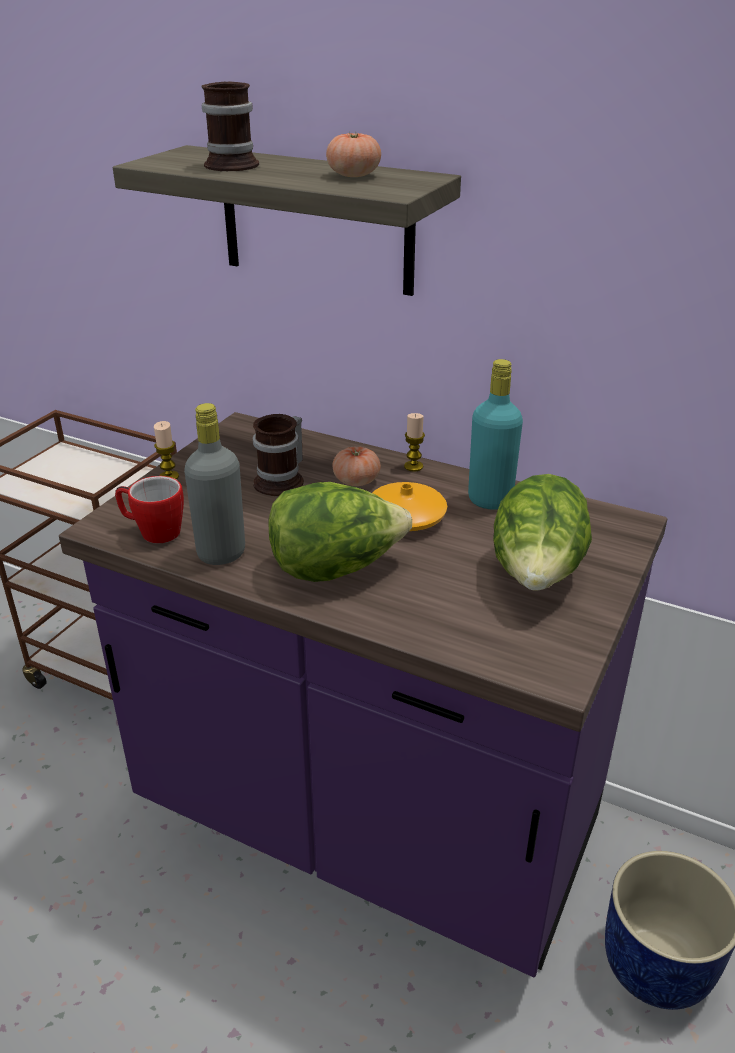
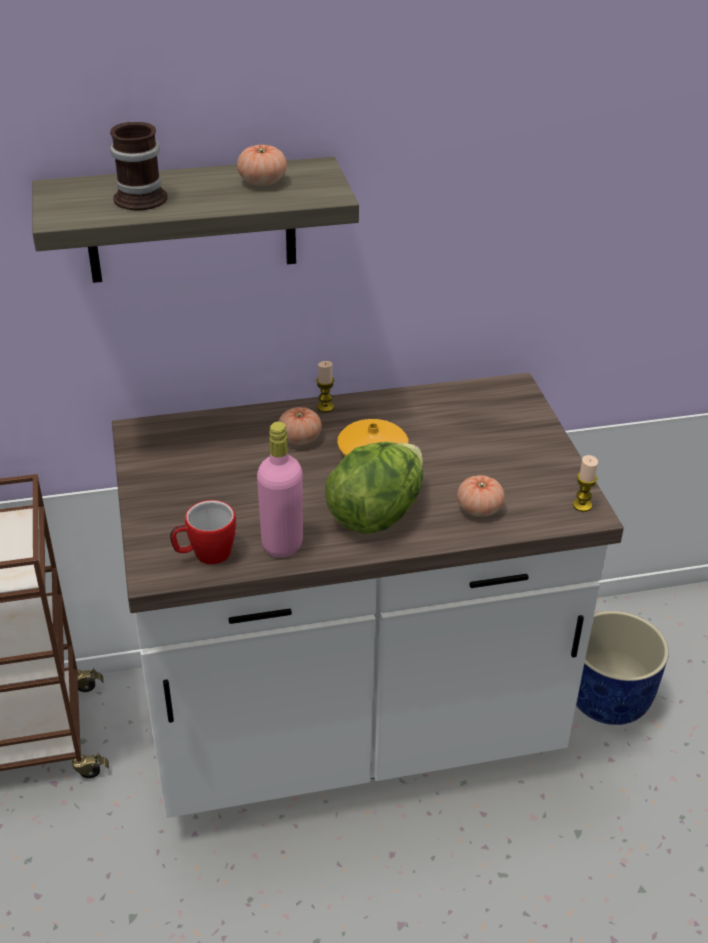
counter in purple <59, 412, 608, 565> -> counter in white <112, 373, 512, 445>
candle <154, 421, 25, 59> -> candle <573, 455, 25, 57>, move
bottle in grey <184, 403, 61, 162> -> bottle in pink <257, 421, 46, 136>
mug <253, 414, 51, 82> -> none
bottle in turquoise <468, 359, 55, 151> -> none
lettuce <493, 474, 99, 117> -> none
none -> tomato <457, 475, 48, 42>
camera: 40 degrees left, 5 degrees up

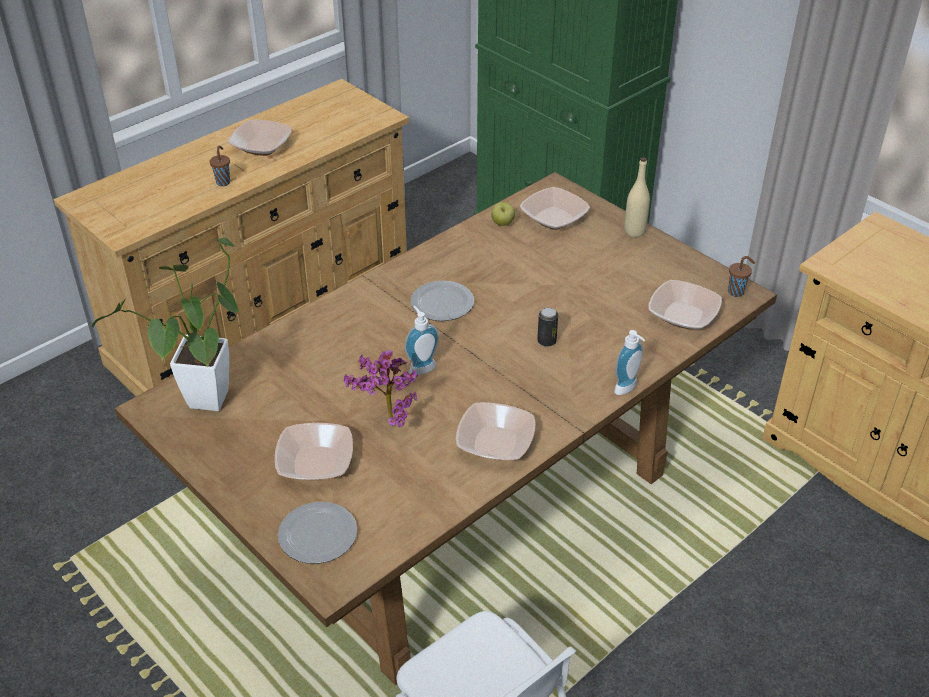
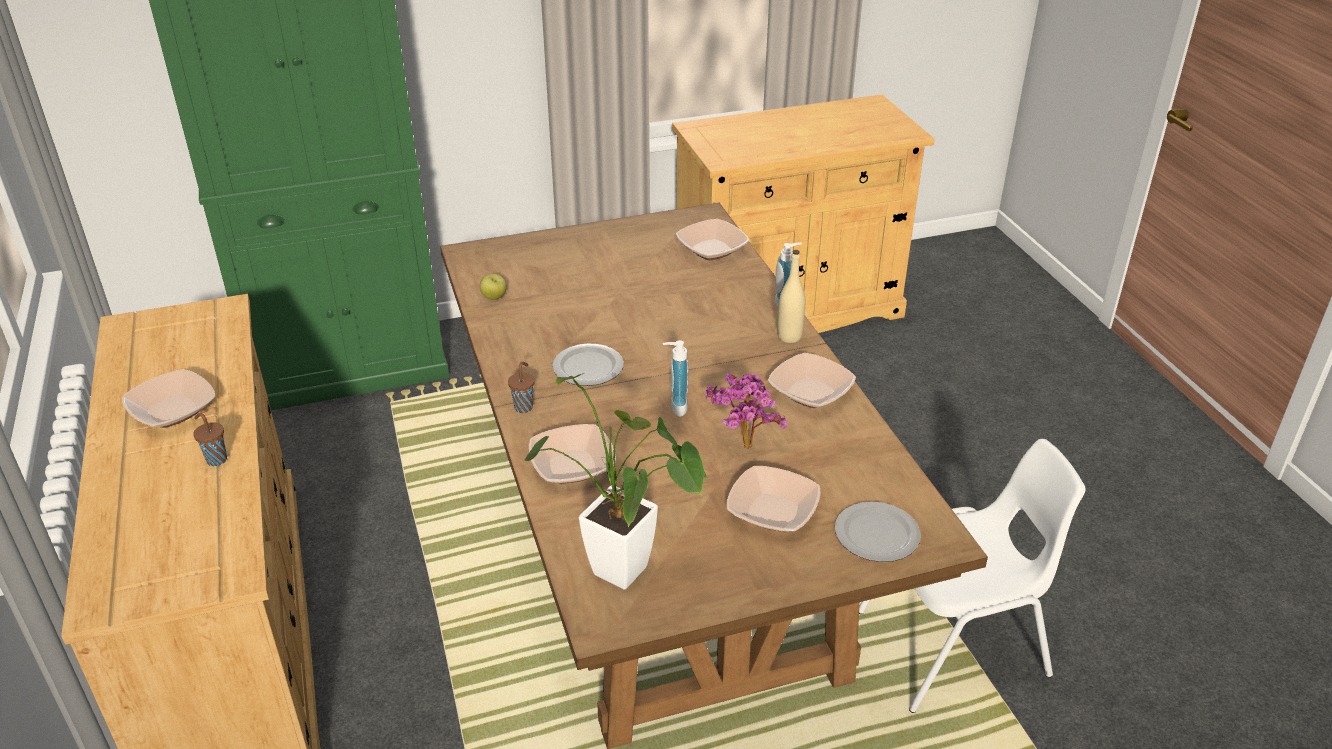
bowl <520, 187, 70, 43> -> bowl <529, 424, 87, 60>, move
can <537, 307, 21, 40> -> none
bottle in beige <624, 157, 26, 80> -> bottle in beige <777, 250, 28, 93>, move
cup in brown <728, 256, 27, 41> -> cup in brown <508, 362, 27, 51>, move
camera: 65 degrees left, 5 degrees down

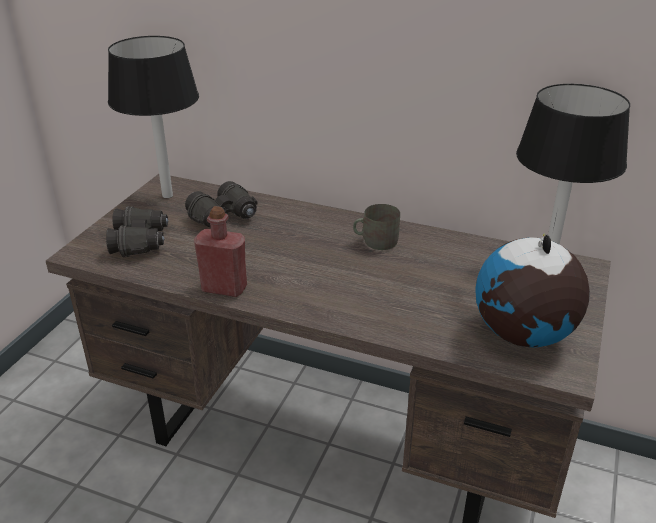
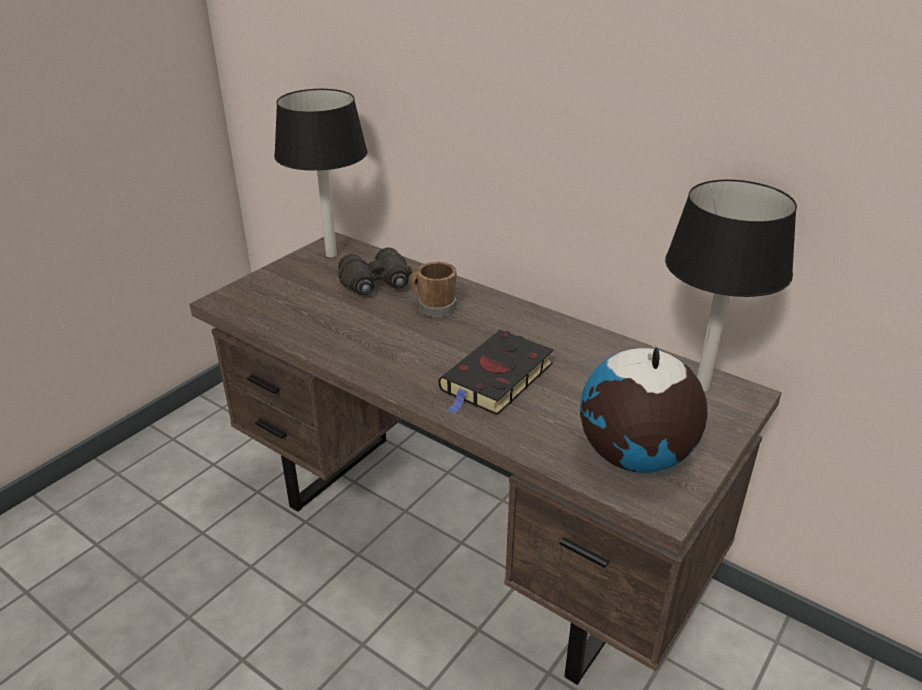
binoculars in black <106, 206, 62, 51> -> none
bottle in red <194, 206, 53, 91> -> none
mug in grey <353, 204, 47, 46> -> none
none -> mug in brown <410, 262, 47, 56>
none -> book in black <439, 330, 115, 85>
camera: 15 degrees right, 0 degrees up

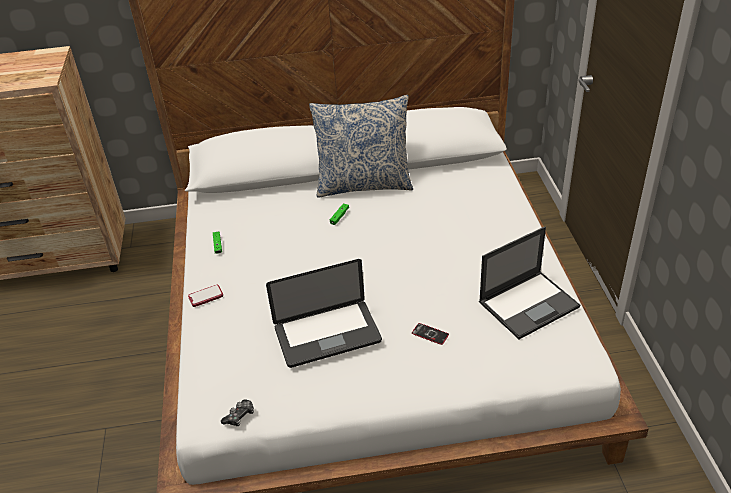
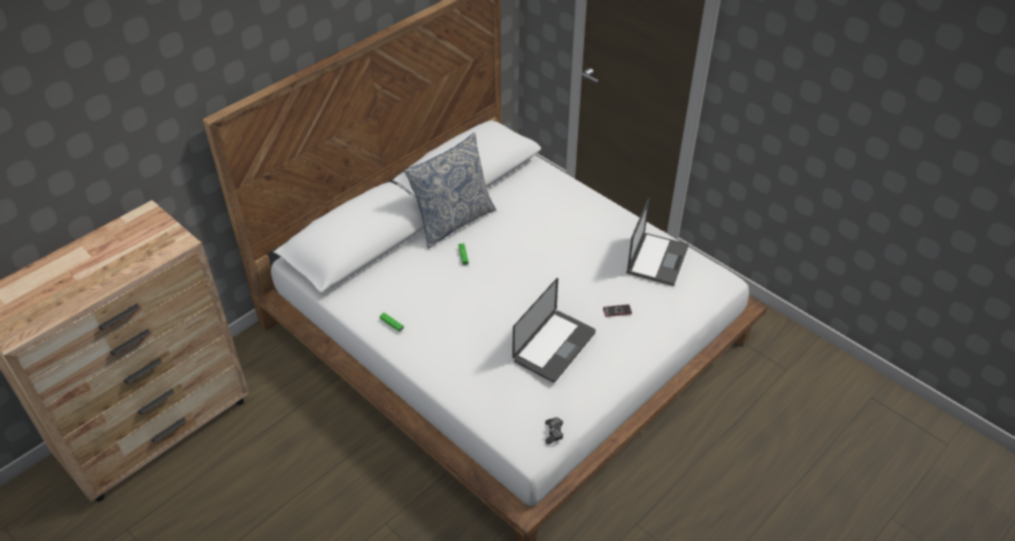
phone <188, 285, 35, 22> -> none
camera: 40 degrees left, 5 degrees up

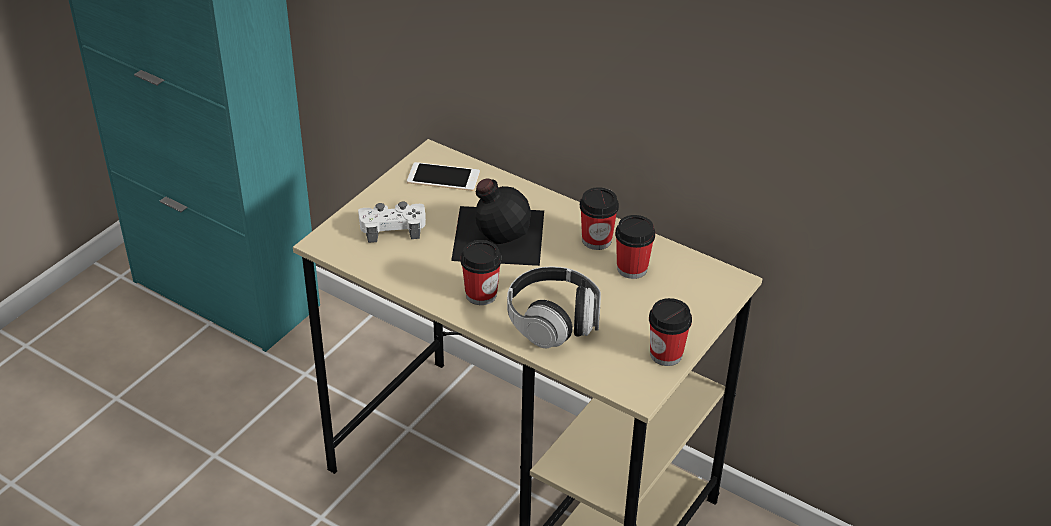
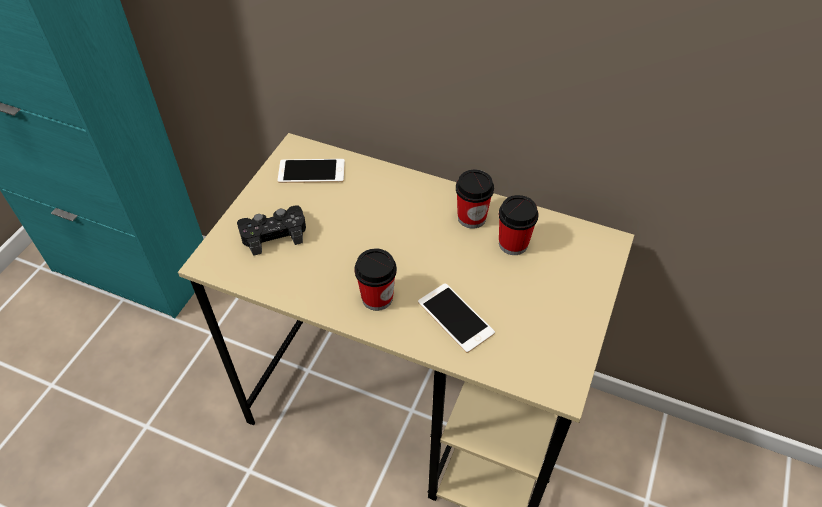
game controller in white <358, 201, 68, 42> -> game controller in black <237, 205, 69, 51>
bottle in black <451, 178, 93, 88> -> none
headphones <507, 267, 94, 81> -> phone <418, 283, 77, 70>
cup <649, 298, 43, 68> -> none
camera: 10 degrees left, 10 degrees up

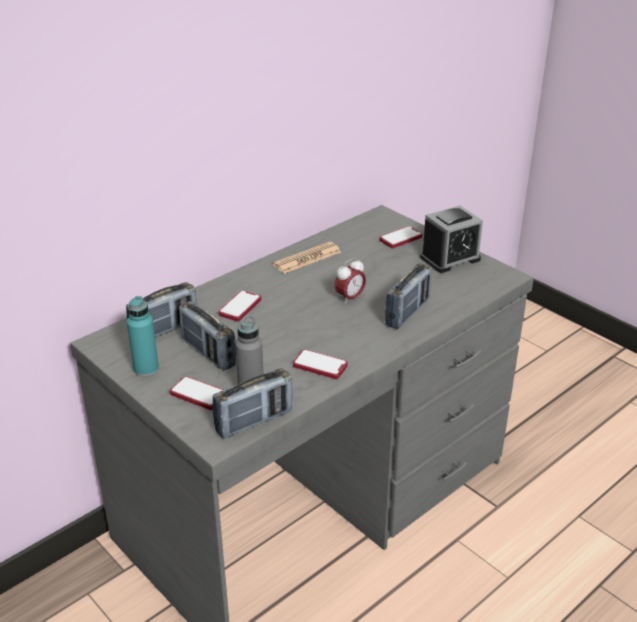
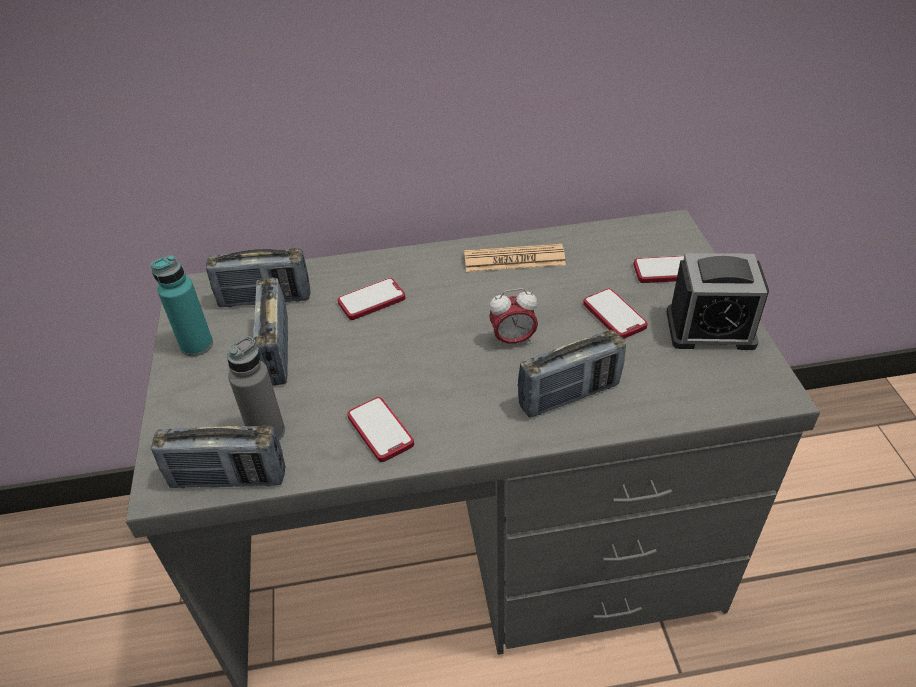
phone <170, 376, 54, 34> -> phone <583, 289, 65, 50>, move
camera: 35 degrees right, 10 degrees up

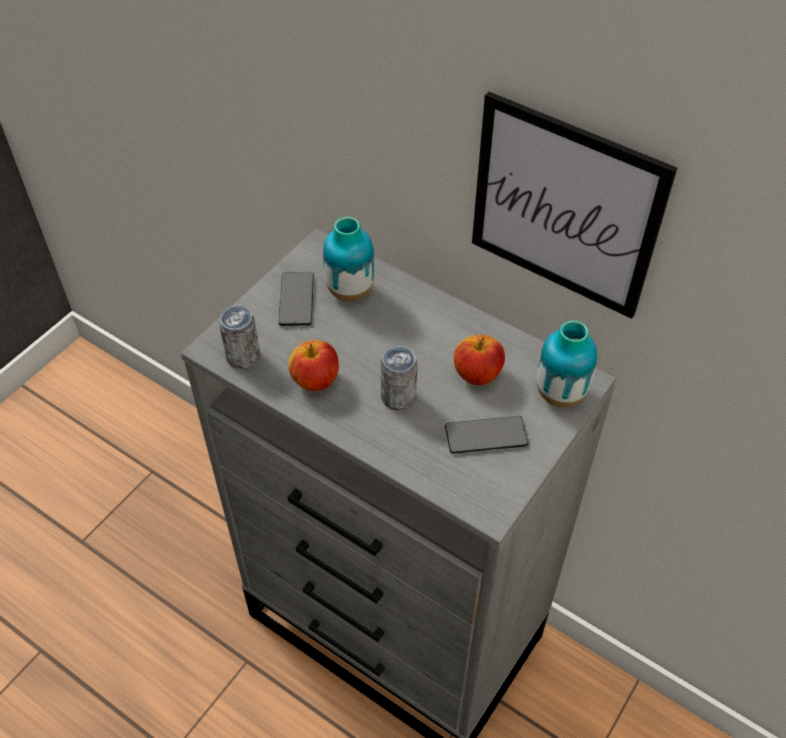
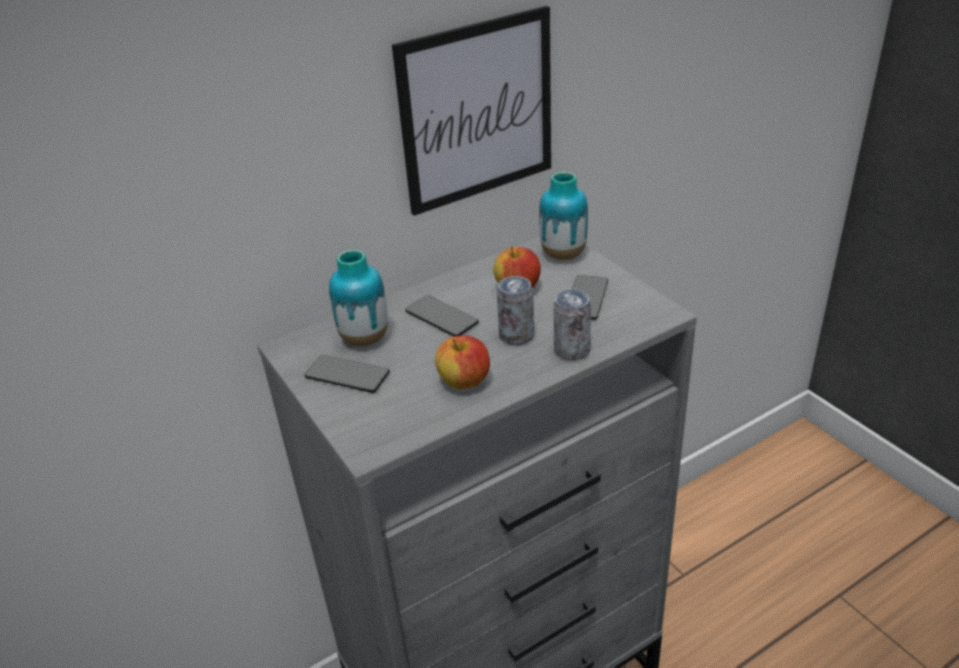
can <219, 305, 41, 64> -> can <554, 289, 37, 71>, move
none -> phone <405, 295, 74, 41>
camera: 65 degrees left, 15 degrees down

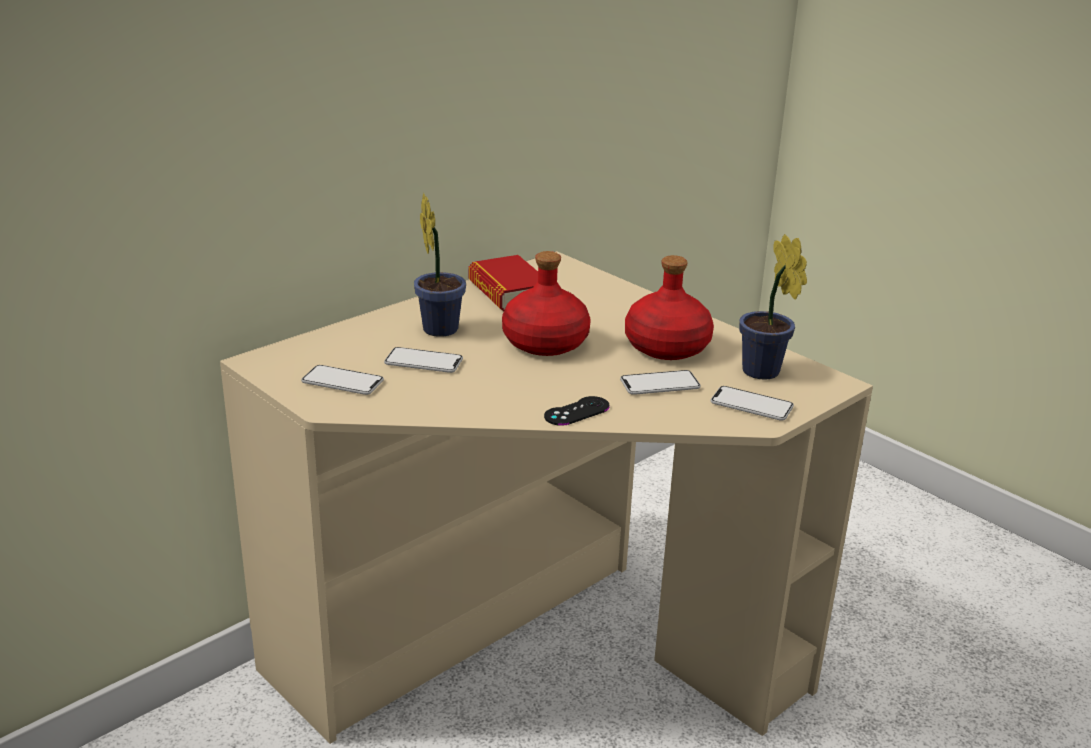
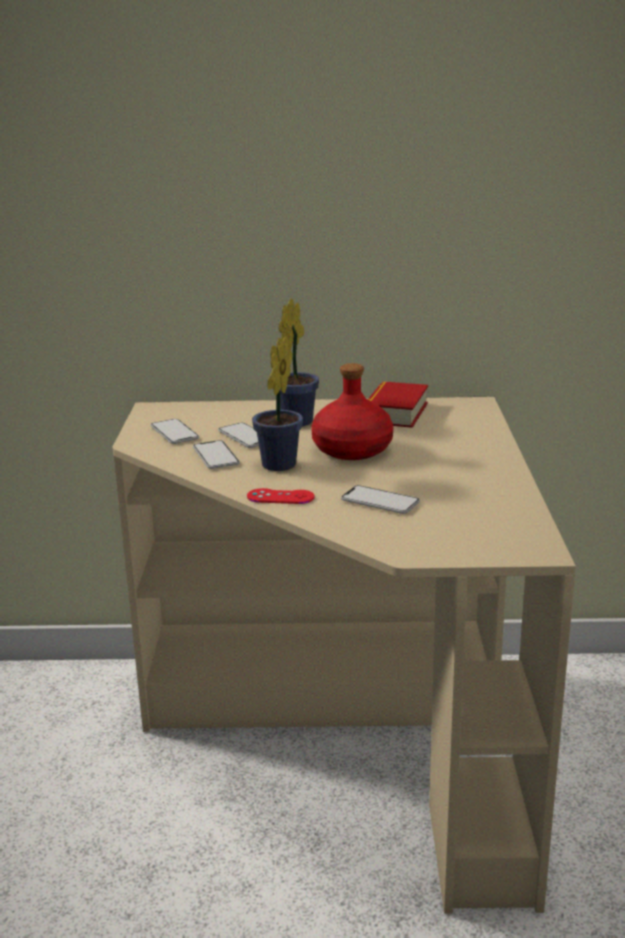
game controller in black <544, 396, 66, 30> -> game controller in red <247, 488, 67, 16>
bottle in red <625, 255, 89, 105> -> none
phone <711, 386, 83, 35> -> phone <193, 440, 47, 29>, move
potted plant <739, 234, 68, 146> -> potted plant <252, 336, 51, 135>, move
camera: 45 degrees right, 5 degrees down

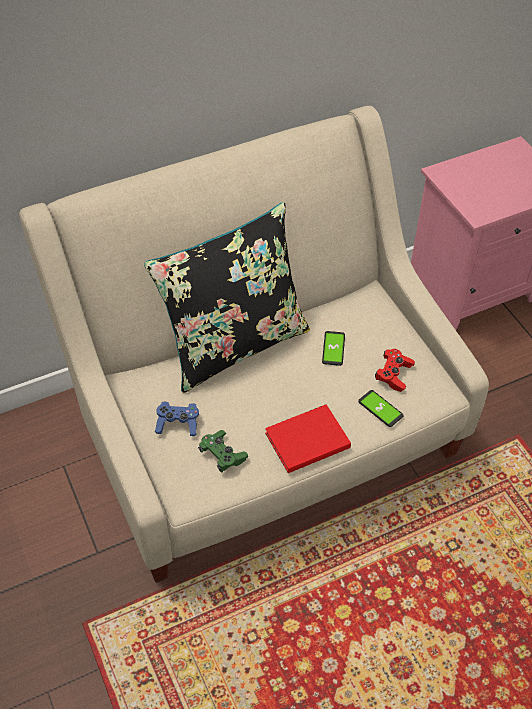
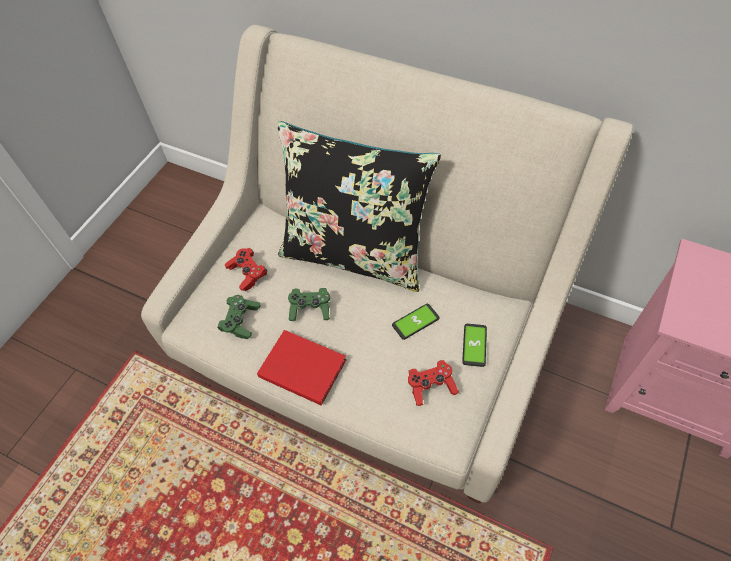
game controller in blue <155, 402, 44, 34> -> game controller in red <225, 248, 42, 43>
phone <358, 390, 46, 37> -> phone <462, 324, 25, 43>, move
none -> game controller in green <288, 288, 42, 33>
camera: 55 degrees right, 5 degrees up

